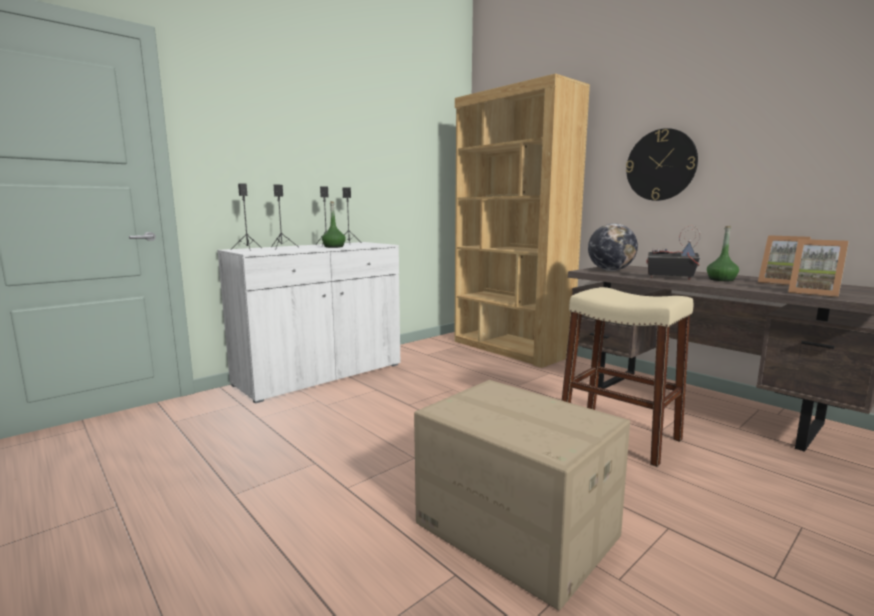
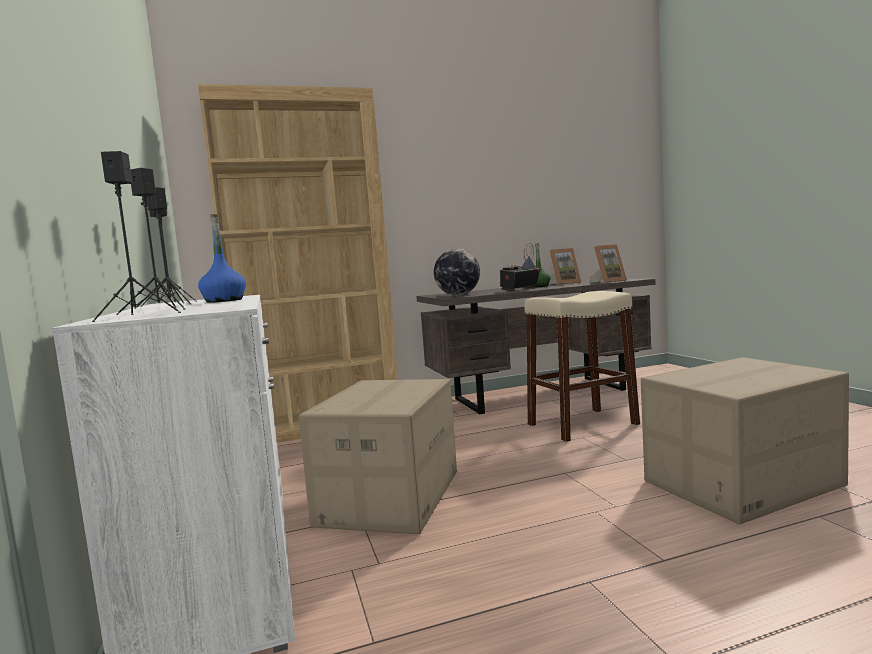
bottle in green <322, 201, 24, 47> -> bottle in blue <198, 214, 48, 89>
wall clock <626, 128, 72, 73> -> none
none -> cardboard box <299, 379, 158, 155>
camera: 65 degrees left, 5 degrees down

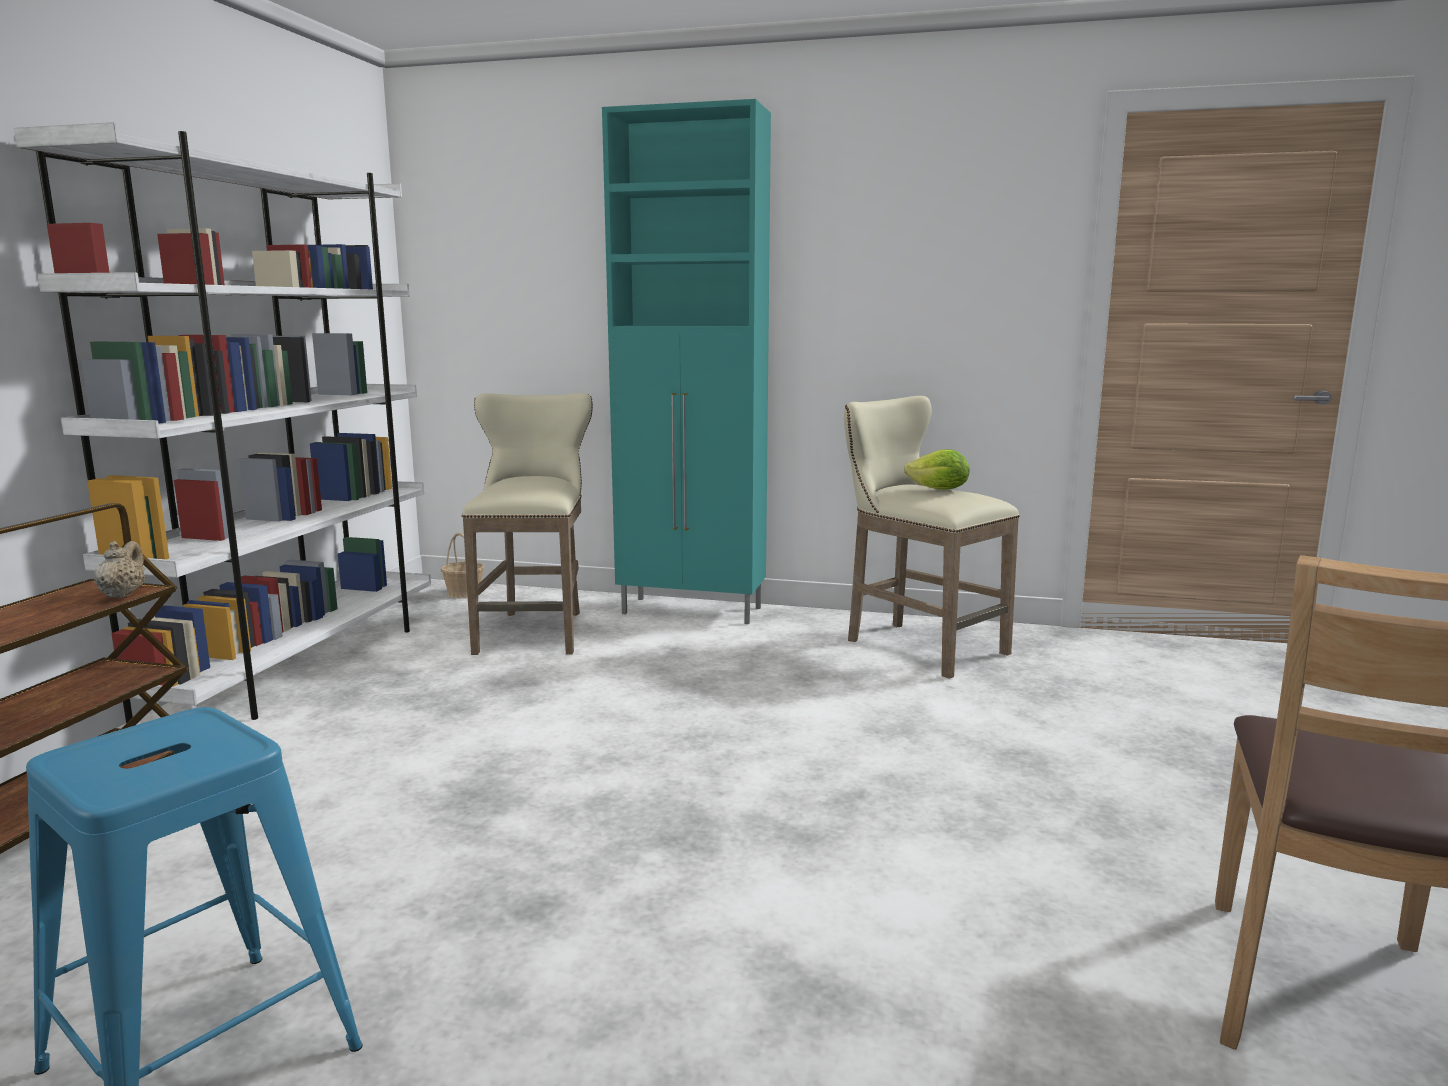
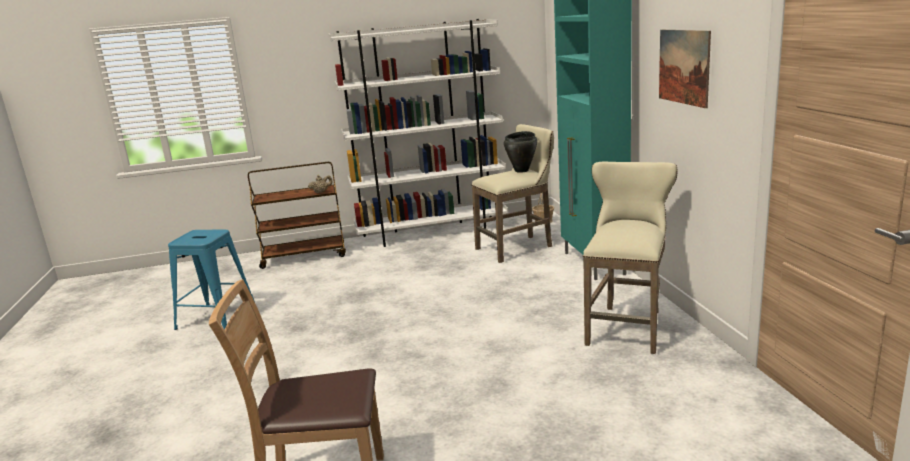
lettuce <904, 449, 66, 41> -> none
none -> cooking pot in black <504, 131, 33, 42>
none -> picture <659, 30, 52, 78>
camera: 65 degrees right, 5 degrees up

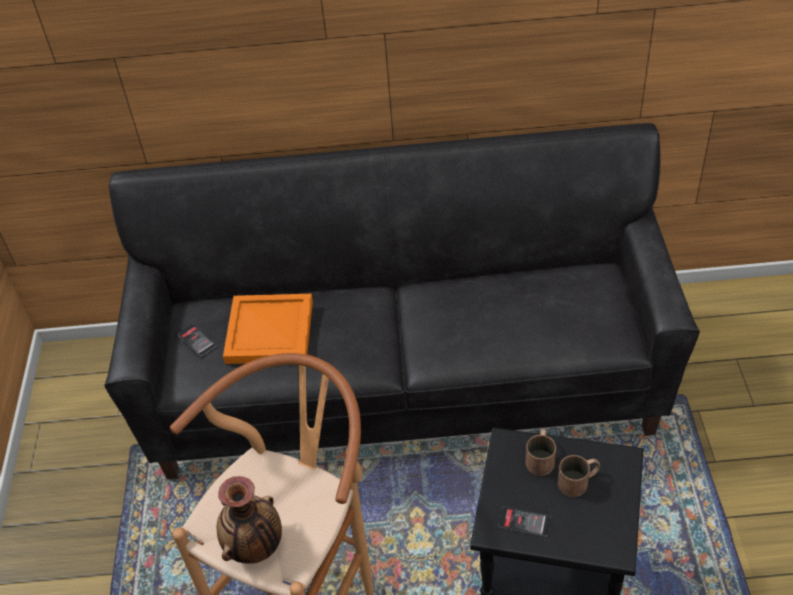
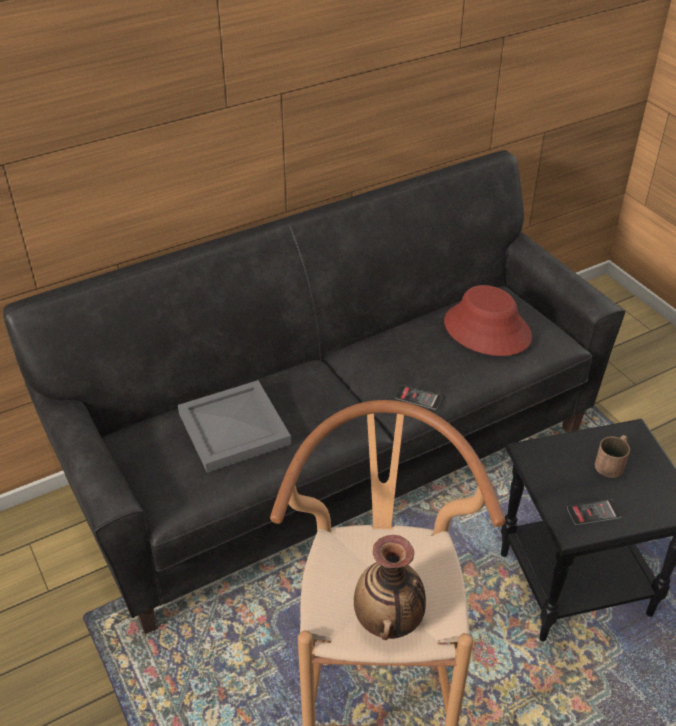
phone <178, 324, 38, 33> -> phone <395, 385, 47, 25>, move
tray in orange <223, 294, 90, 70> -> tray in grey <178, 380, 113, 93>
mug in brown <525, 429, 31, 47> -> none
none -> hat in red <444, 285, 88, 71>
camera: 30 degrees left, 5 degrees down

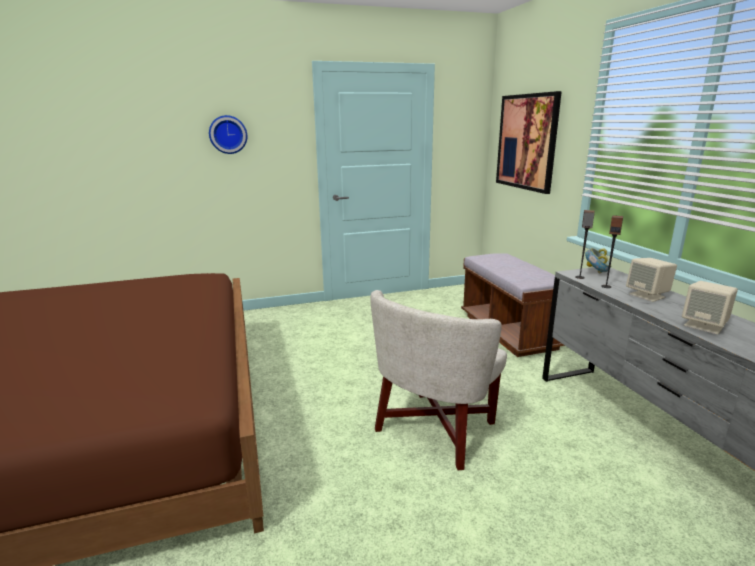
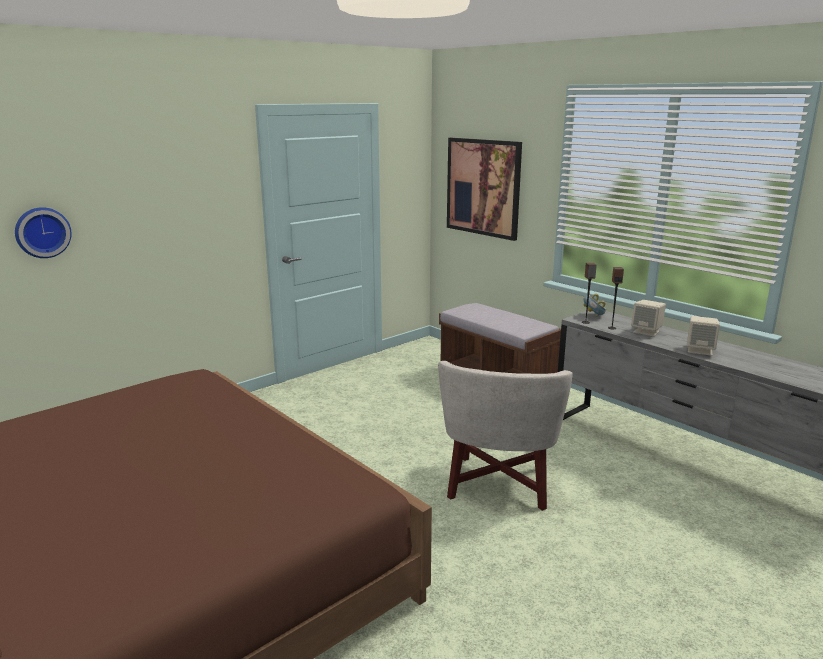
wall clock <209, 115, 39, 39> -> wall clock <15, 207, 57, 51>, move
camera: 25 degrees left, 0 degrees up

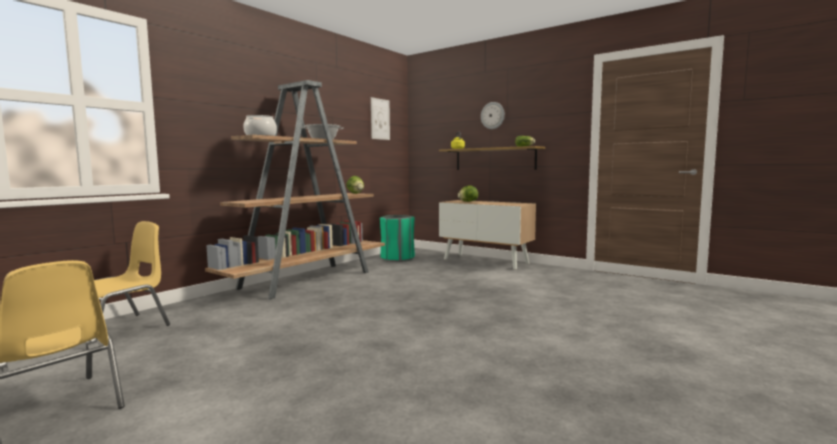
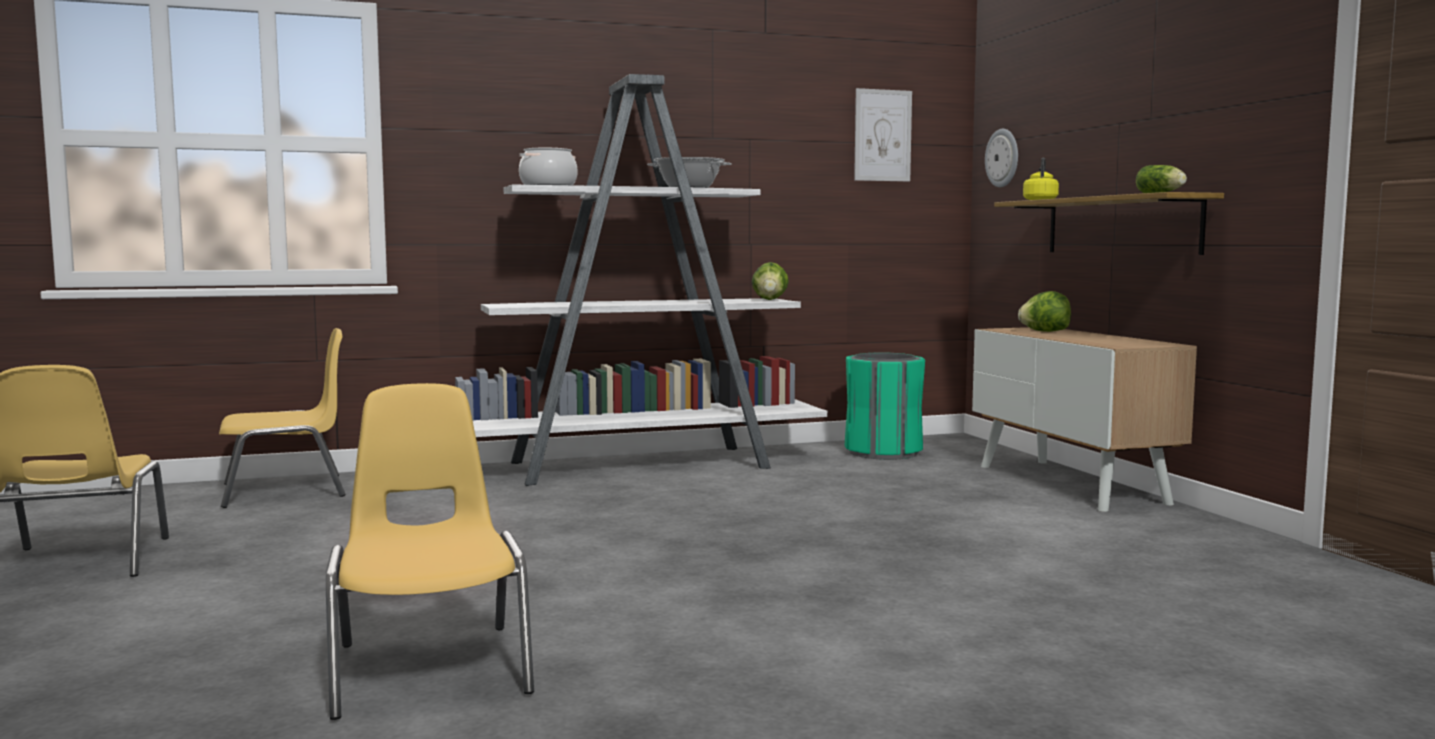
bookcase in brown <205, 80, 180, 220> -> bookcase in white <455, 74, 372, 412>
wall clock <481, 102, 24, 27> -> wall clock <985, 129, 33, 58>, move
none -> chair in yellow <326, 383, 208, 337>
camera: 35 degrees right, 0 degrees up

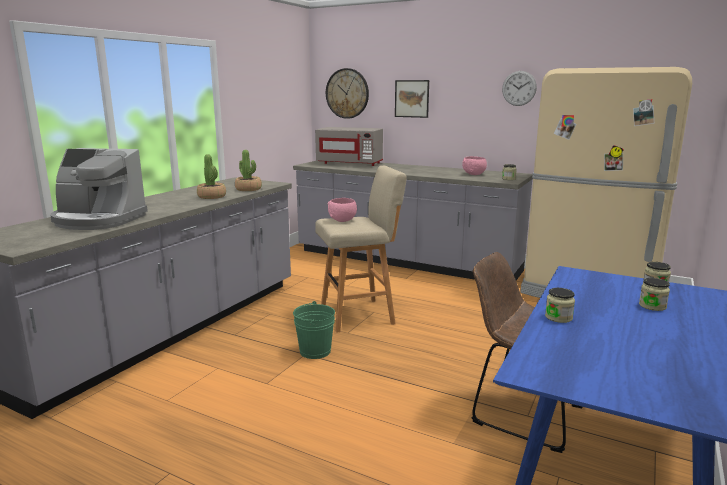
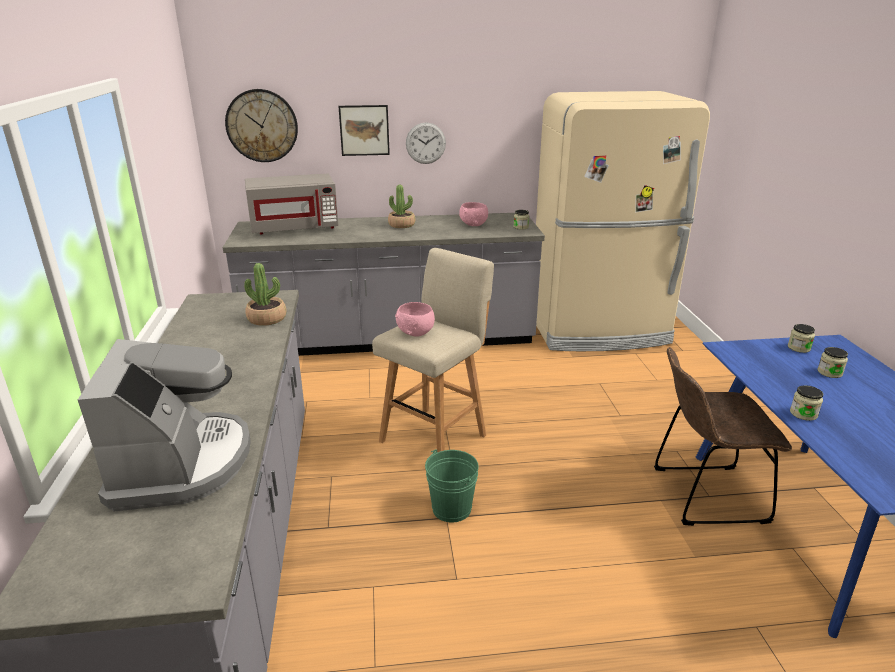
coffee machine <50, 148, 98, 82> -> coffee machine <78, 339, 173, 173>, 75 degrees counterclockwise
potted plant <197, 154, 29, 45> -> potted plant <388, 184, 27, 44>, move
wall clock <502, 71, 35, 35> -> wall clock <406, 122, 40, 42>, move
camera: 35 degrees left, 10 degrees up

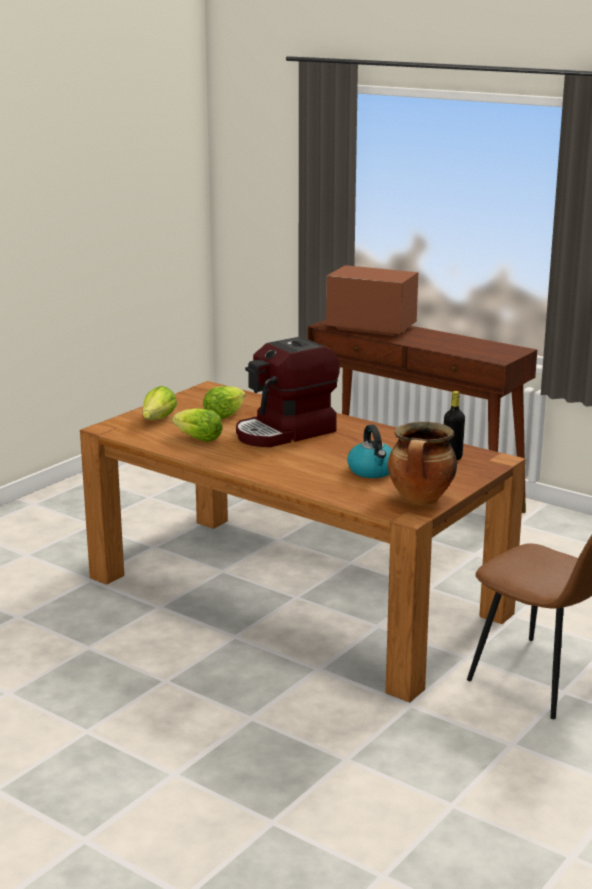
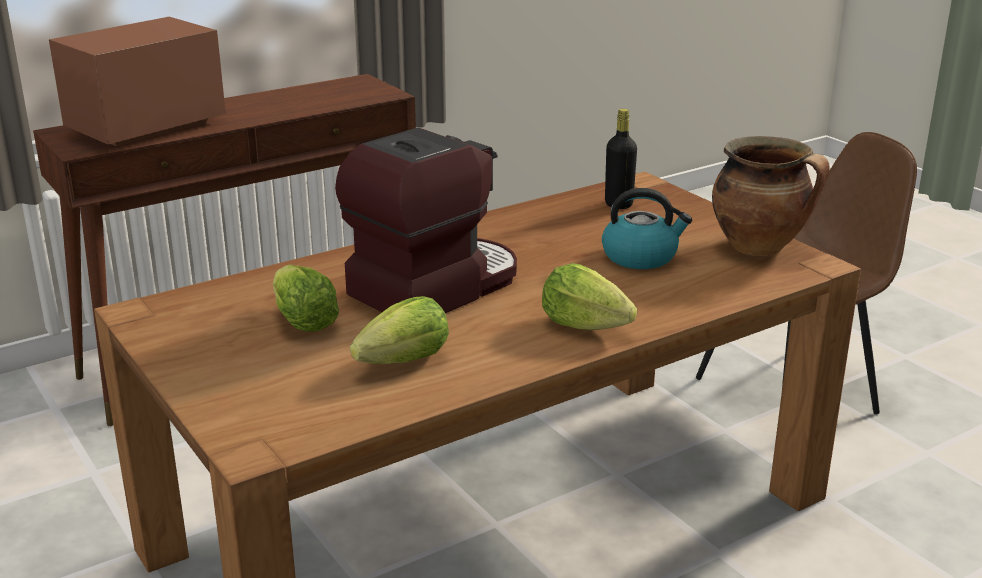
lettuce <143, 386, 34, 34> -> lettuce <542, 263, 95, 67>, move
coffee machine <236, 337, 104, 110> -> coffee machine <335, 128, 182, 185>, 120 degrees counterclockwise
camera: 70 degrees left, 5 degrees up

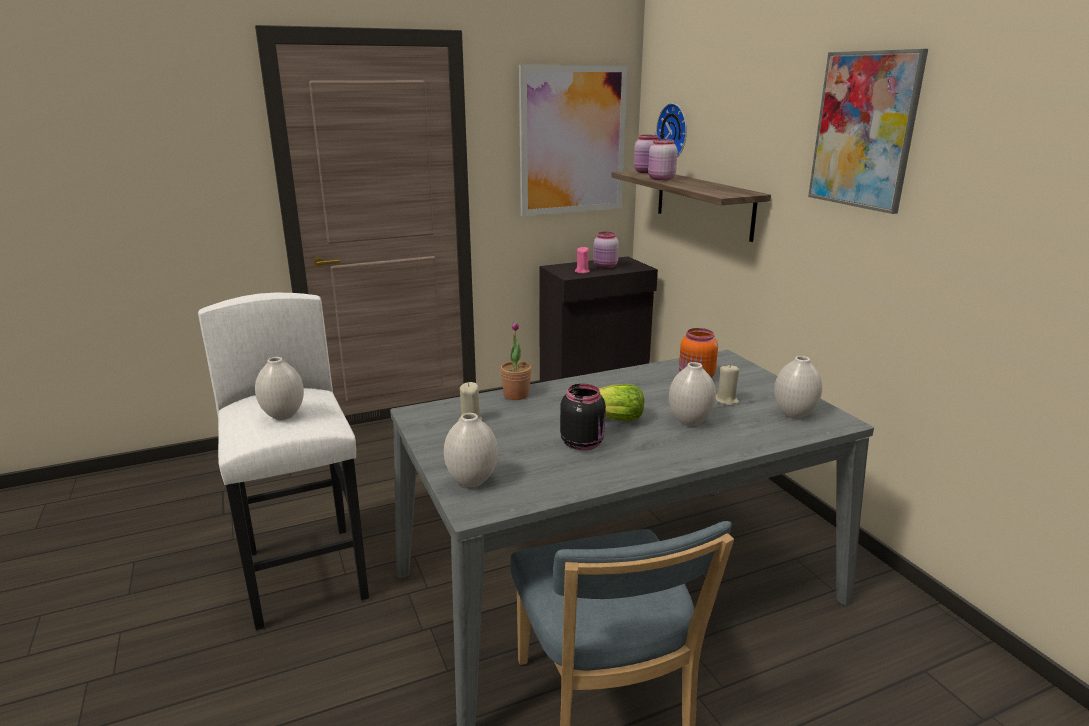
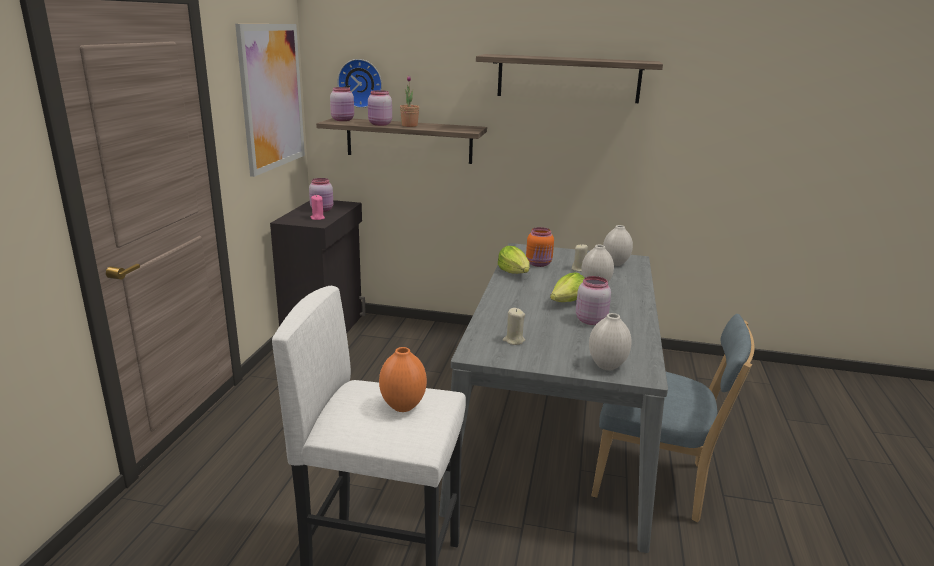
vase in white <255, 357, 49, 63> -> vase in orange <379, 347, 48, 65>
potted plant <500, 321, 32, 79> -> potted plant <400, 75, 19, 52>, move
jar in black <560, 384, 46, 67> -> jar in pink <576, 276, 35, 49>
picture <808, 49, 120, 165> -> shelf <476, 54, 187, 49>
none -> lettuce <498, 246, 32, 28>
camera: 55 degrees left, 0 degrees up

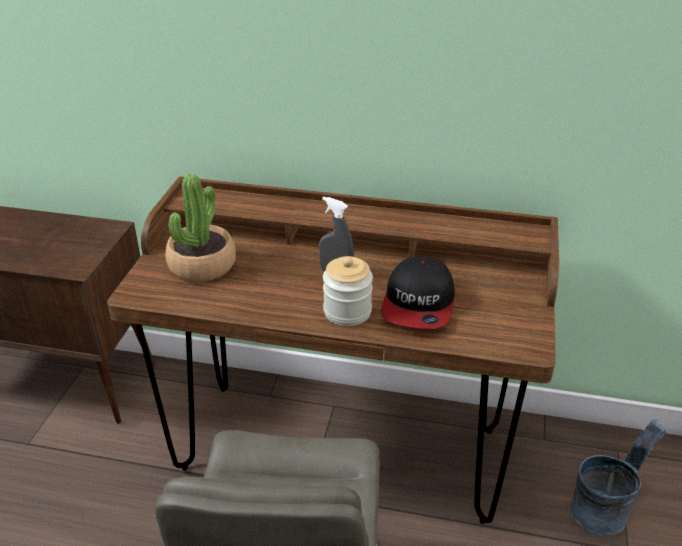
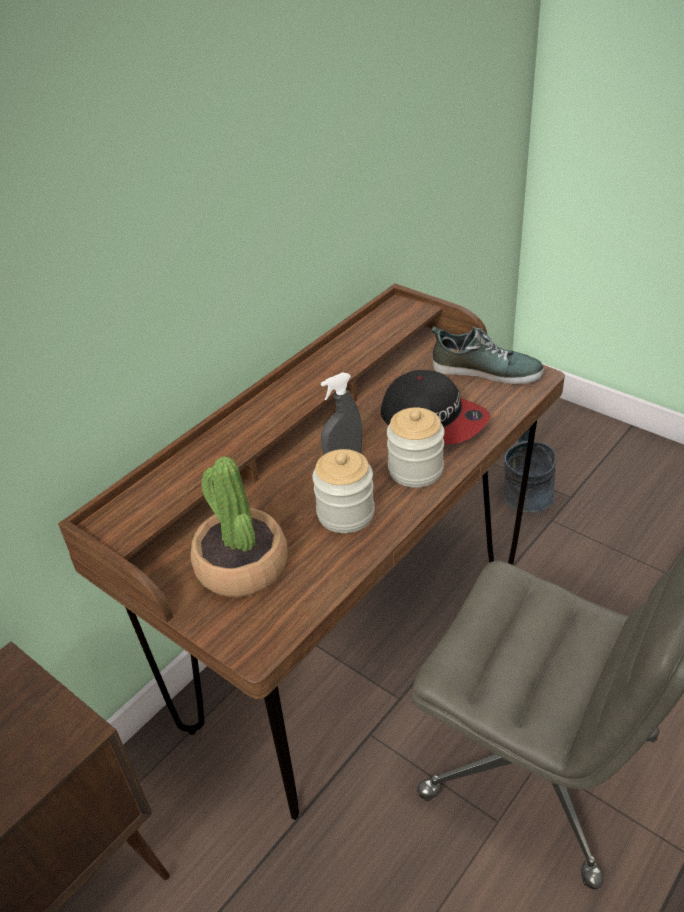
none -> jar <312, 449, 63, 84>
none -> shoe <431, 326, 113, 58>
camera: 60 degrees left, 5 degrees up

